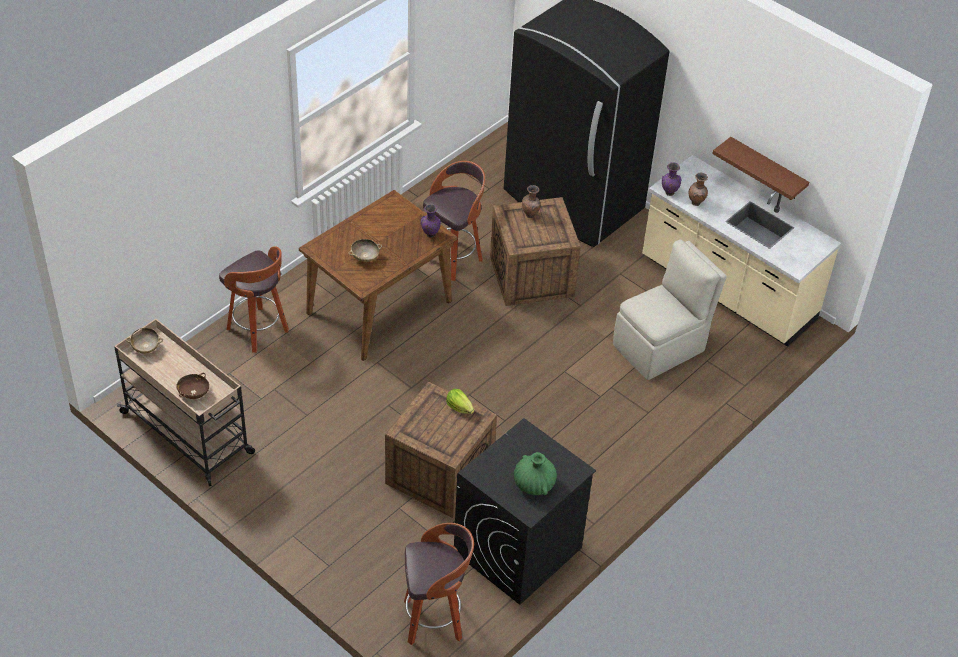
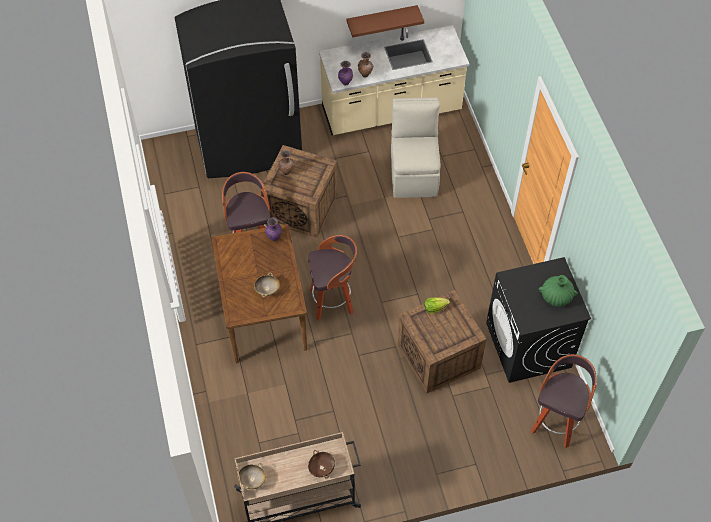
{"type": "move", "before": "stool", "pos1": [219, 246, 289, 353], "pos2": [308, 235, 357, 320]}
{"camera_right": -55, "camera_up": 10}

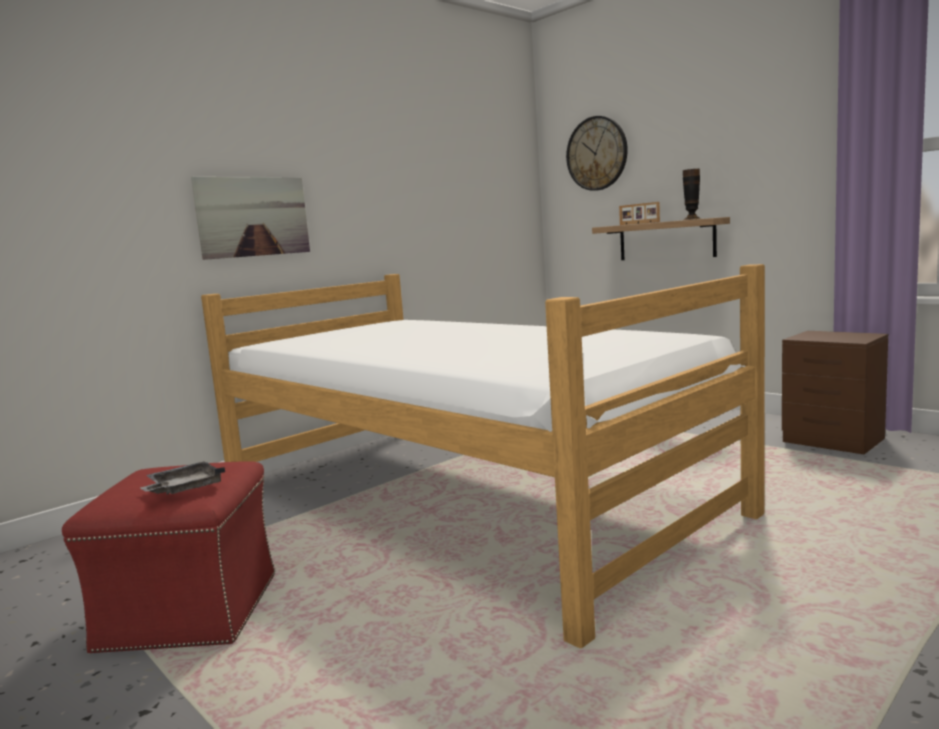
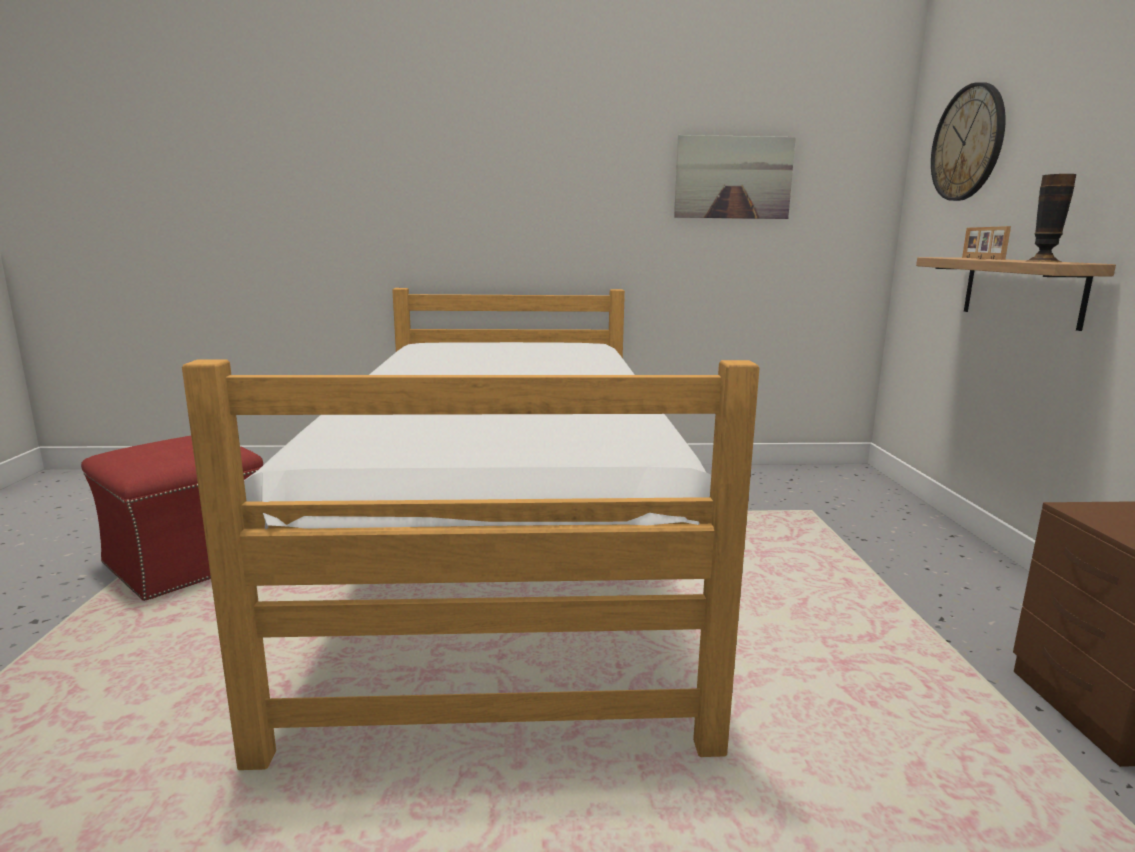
{"type": "delete", "before": "tray (grey)", "pos1": [140, 461, 225, 495]}
{"type": "move", "before": "picture", "pos1": [191, 177, 310, 260], "pos2": [674, 135, 796, 219]}
{"camera_right": 40, "camera_up": 5}

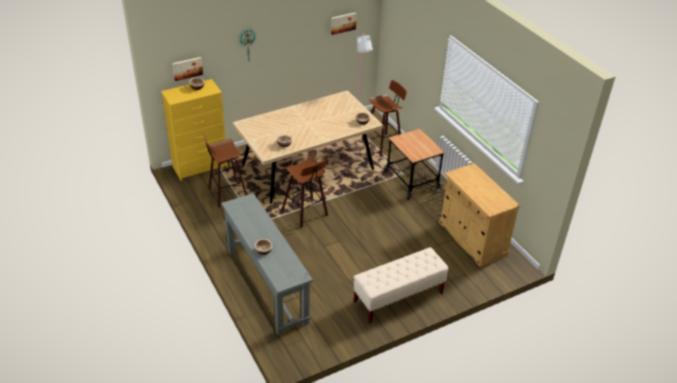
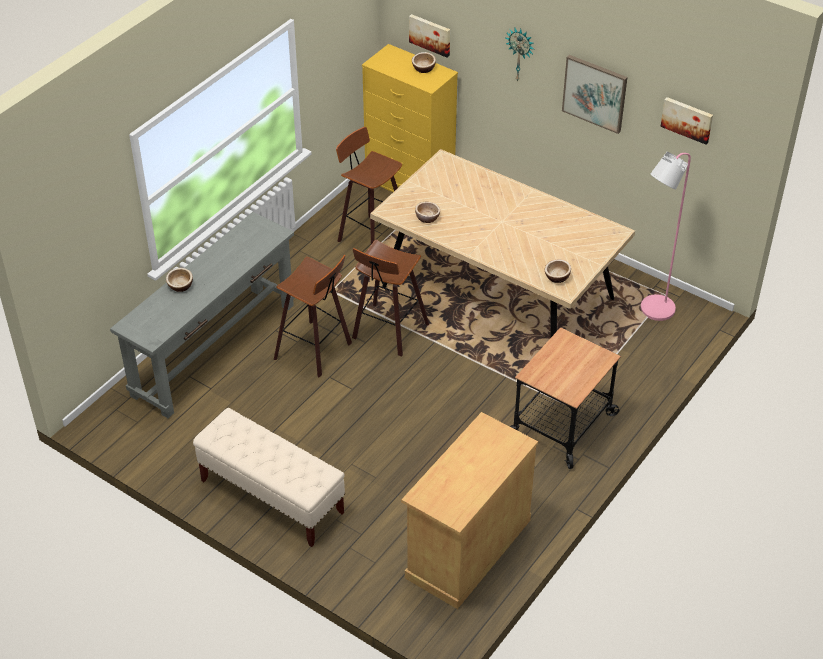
{"type": "move", "before": "stool", "pos1": [362, 80, 407, 157], "pos2": [274, 255, 352, 378]}
{"type": "insert", "after": "picture", "pos2": [562, 55, 628, 134]}
{"camera_right": 65, "camera_up": 5}

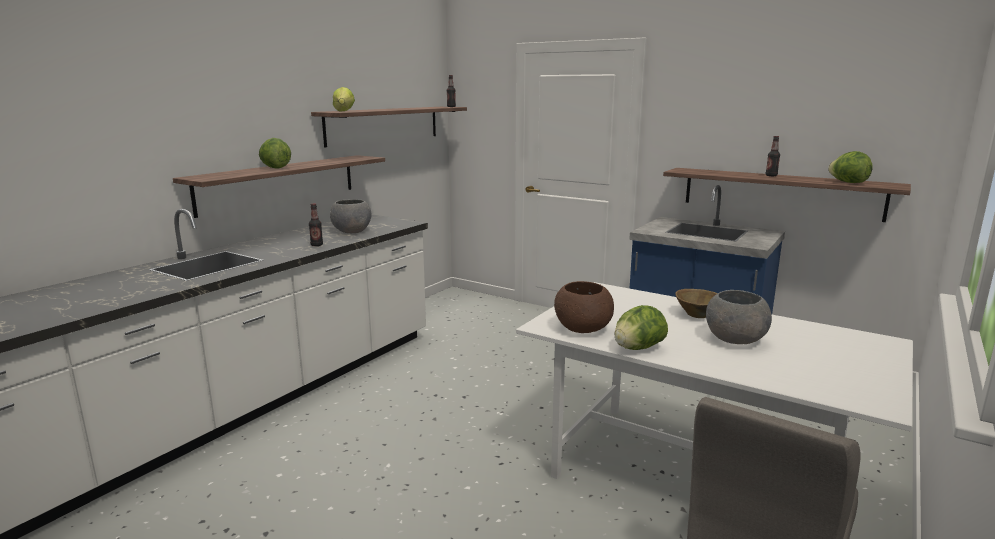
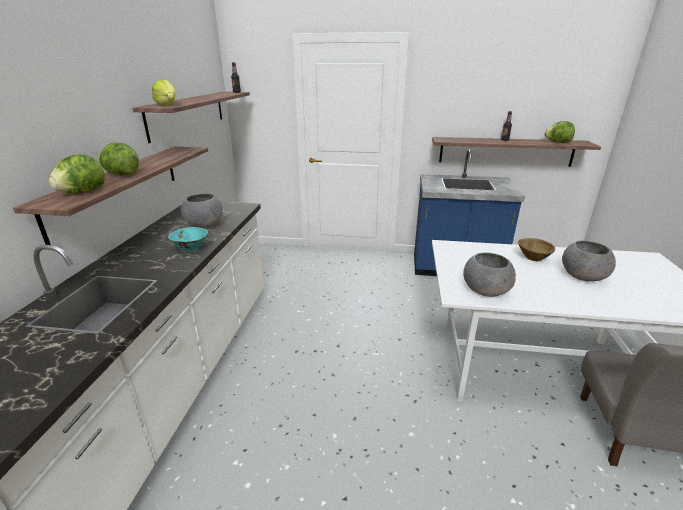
{"type": "replace", "before": "bottle", "after": "bowl (turquoise)", "pos1": [309, 204, 323, 246], "pos2": [168, 227, 208, 252]}
{"type": "recolor", "before": "bowl (brown)", "after": "bowl (grey)", "pos1": [554, 281, 614, 333], "pos2": [463, 253, 516, 297]}
{"type": "move", "before": "lettuce", "pos1": [614, 305, 668, 350], "pos2": [49, 154, 105, 194]}
{"camera_right": -25, "camera_up": 10}

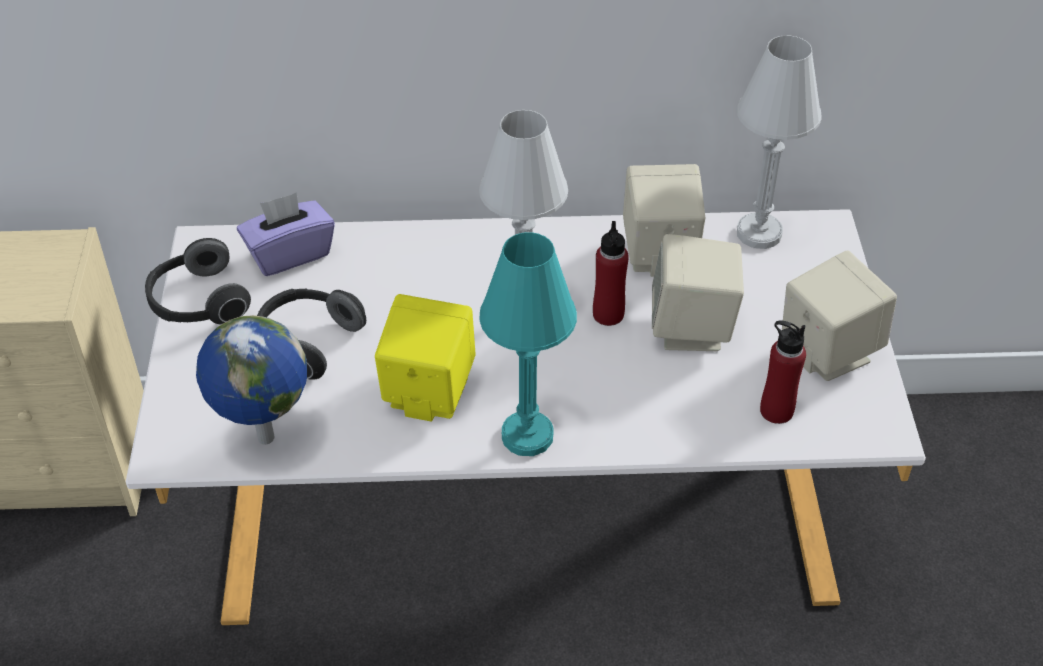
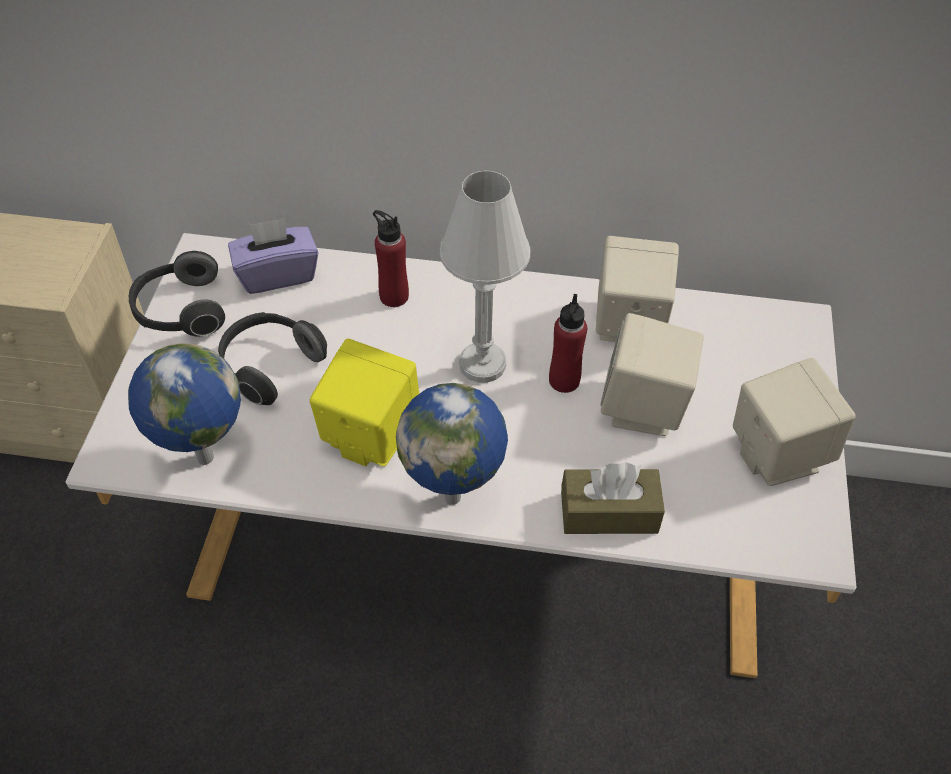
{"type": "replace", "before": "table lamp (turquoise)", "after": "globe", "pos1": [479, 232, 577, 456], "pos2": [396, 383, 508, 505]}
{"type": "delete", "before": "table lamp (white)", "pos1": [737, 35, 822, 249]}
{"type": "move", "before": "bottle (red)", "pos1": [760, 320, 806, 424], "pos2": [373, 210, 409, 307]}
{"type": "insert", "after": "tissue box (brown)", "pos2": [561, 462, 665, 534]}
{"camera_right": 10, "camera_up": 5}

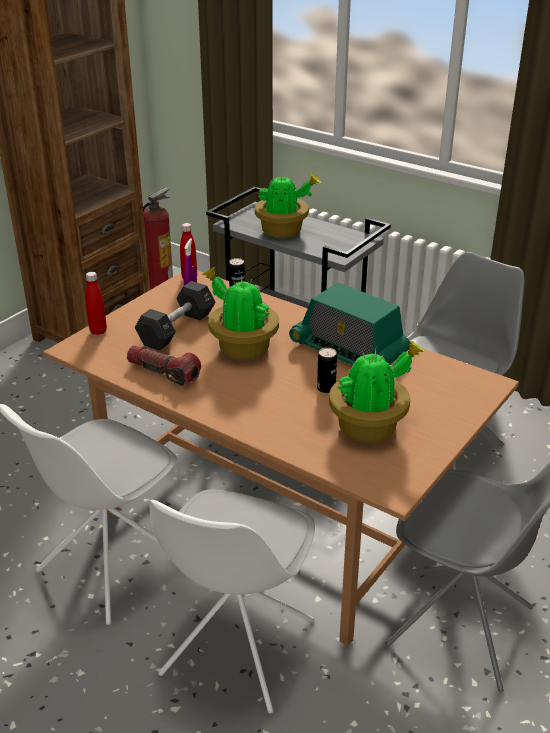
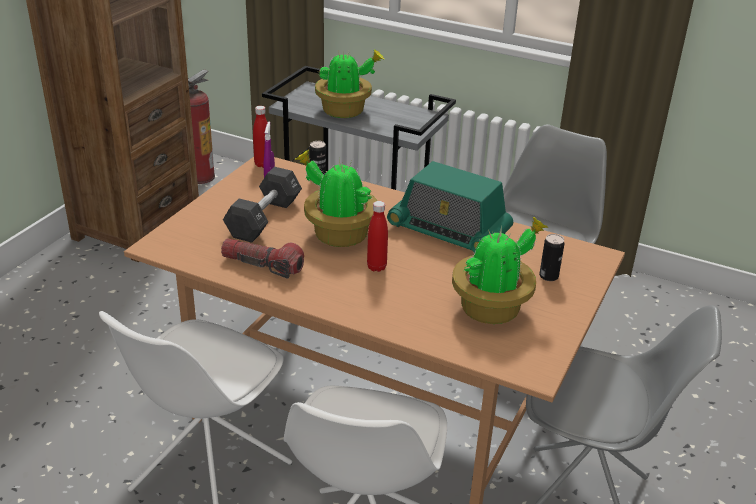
{"type": "move", "before": "bottle (red)", "pos1": [86, 272, 107, 335], "pos2": [367, 201, 388, 272]}
{"type": "move", "before": "can", "pos1": [317, 348, 337, 393], "pos2": [539, 234, 565, 281]}
{"camera_right": -10, "camera_up": 0}

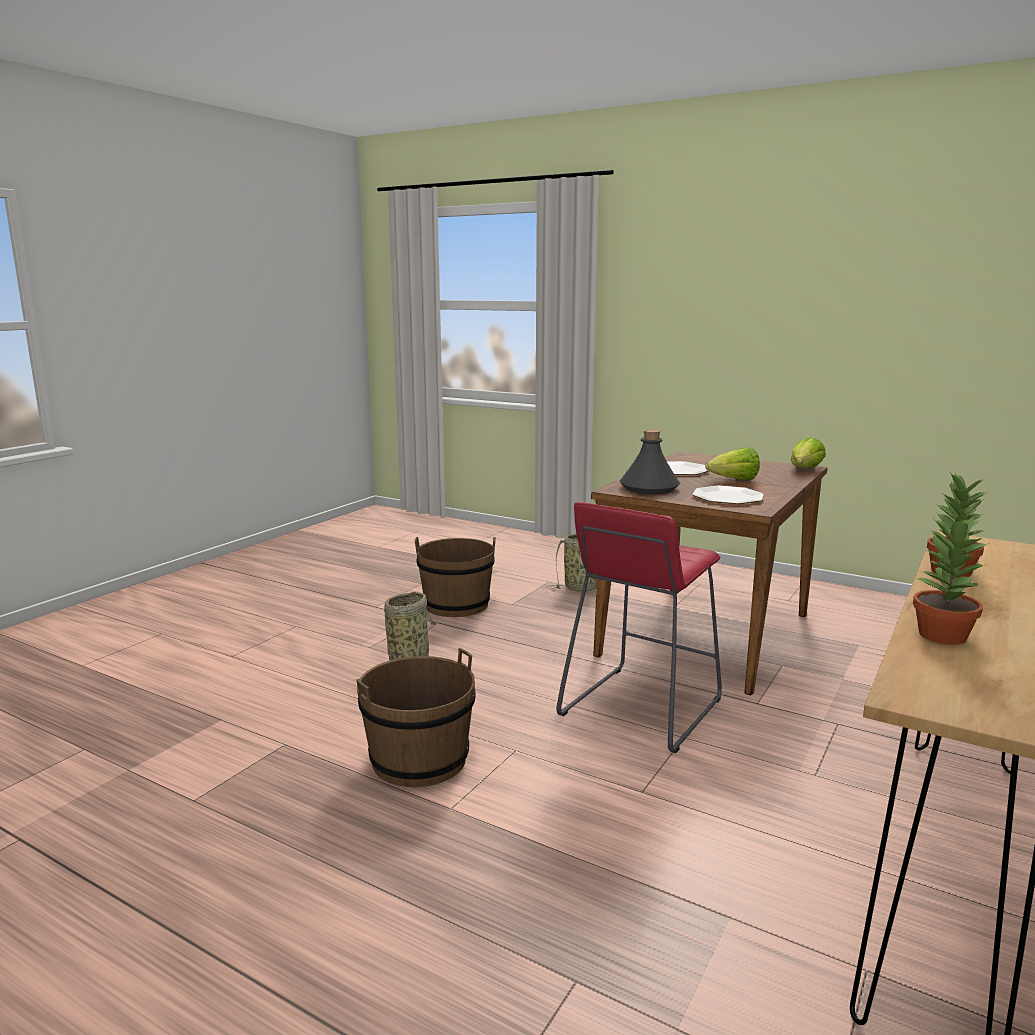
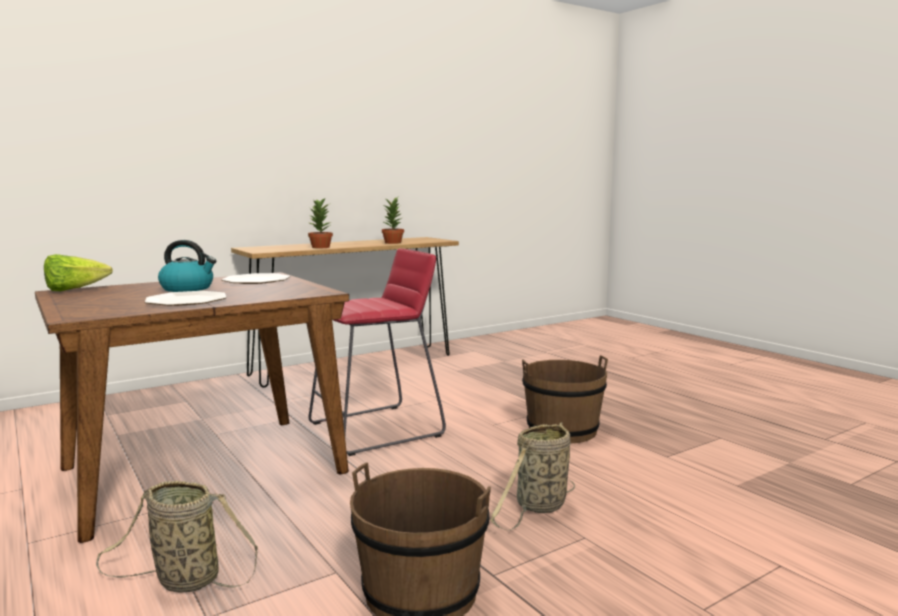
{"type": "delete", "before": "bottle (grey)", "pos1": [620, 429, 680, 494]}
{"type": "replace", "before": "lettuce", "after": "kettle", "pos1": [705, 447, 760, 480], "pos2": [158, 240, 216, 292]}
{"camera_right": -155, "camera_up": -5}

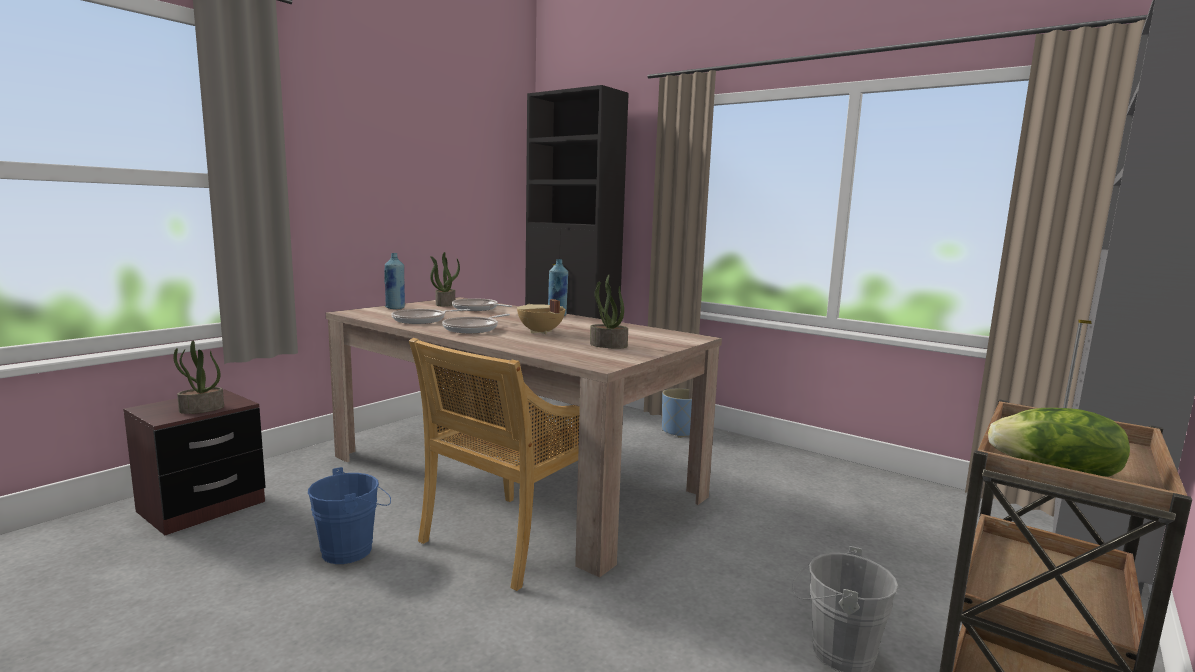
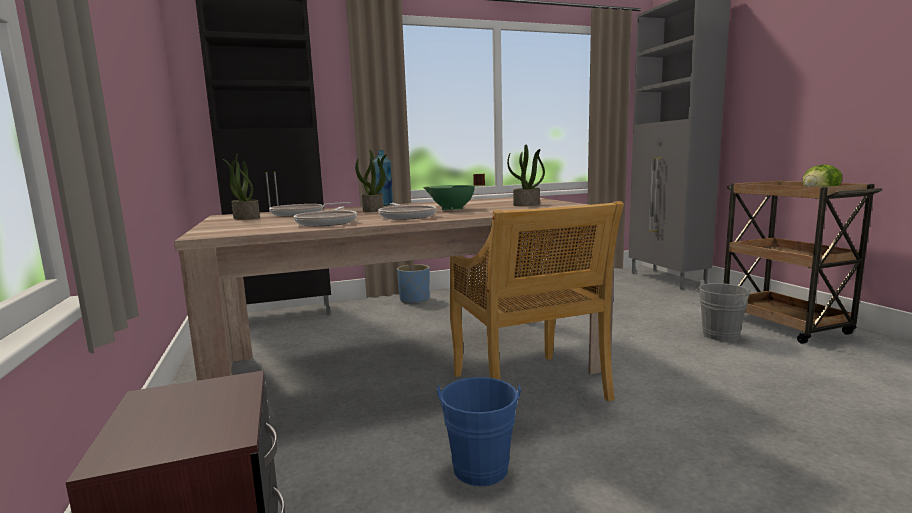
{"type": "move", "before": "potted plant", "pos1": [173, 340, 224, 414], "pos2": [355, 150, 387, 212]}
{"type": "delete", "before": "bottle (blue)", "pos1": [384, 253, 405, 309]}
{"type": "recolor", "before": "cooking pot (beige)", "after": "cooking pot (green)", "pos1": [517, 299, 565, 334], "pos2": [423, 174, 485, 211]}
{"camera_right": -55, "camera_up": 0}

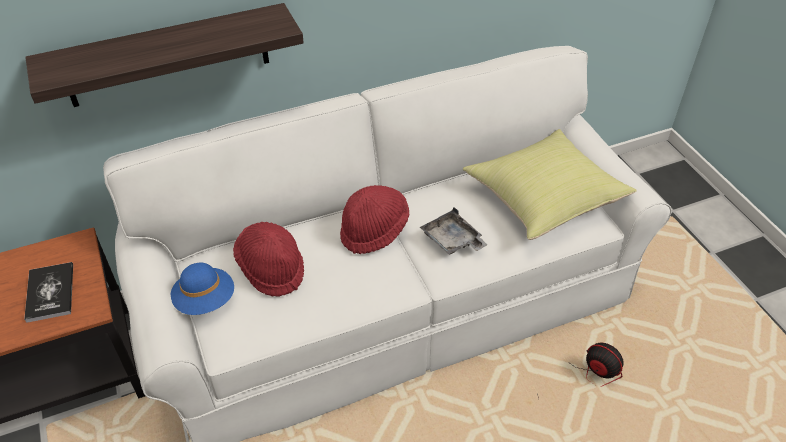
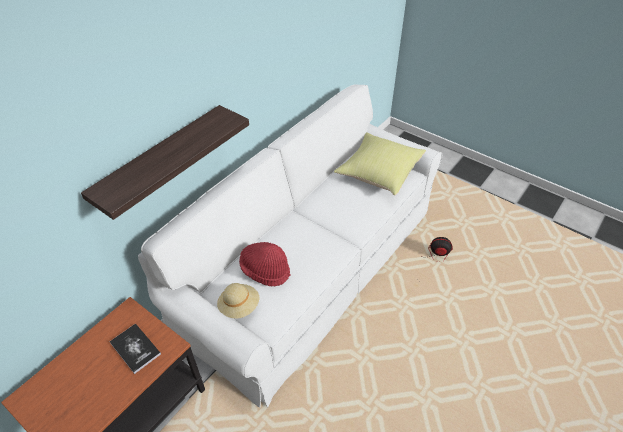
{"type": "recolor", "before": "hat (blue)", "after": "hat (beige)", "pos1": [170, 263, 234, 315], "pos2": [217, 283, 260, 318]}
{"type": "delete", "before": "hat (red)", "pos1": [340, 185, 409, 254]}
{"type": "delete", "before": "tray (grey)", "pos1": [420, 207, 487, 254]}
{"camera_right": -30, "camera_up": 0}

